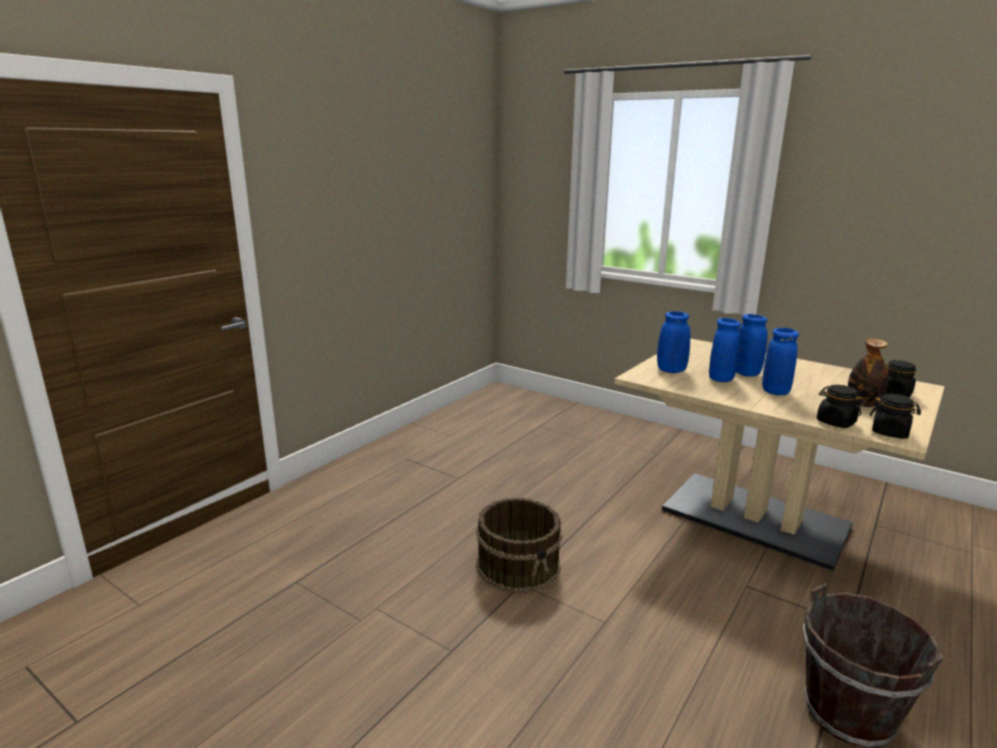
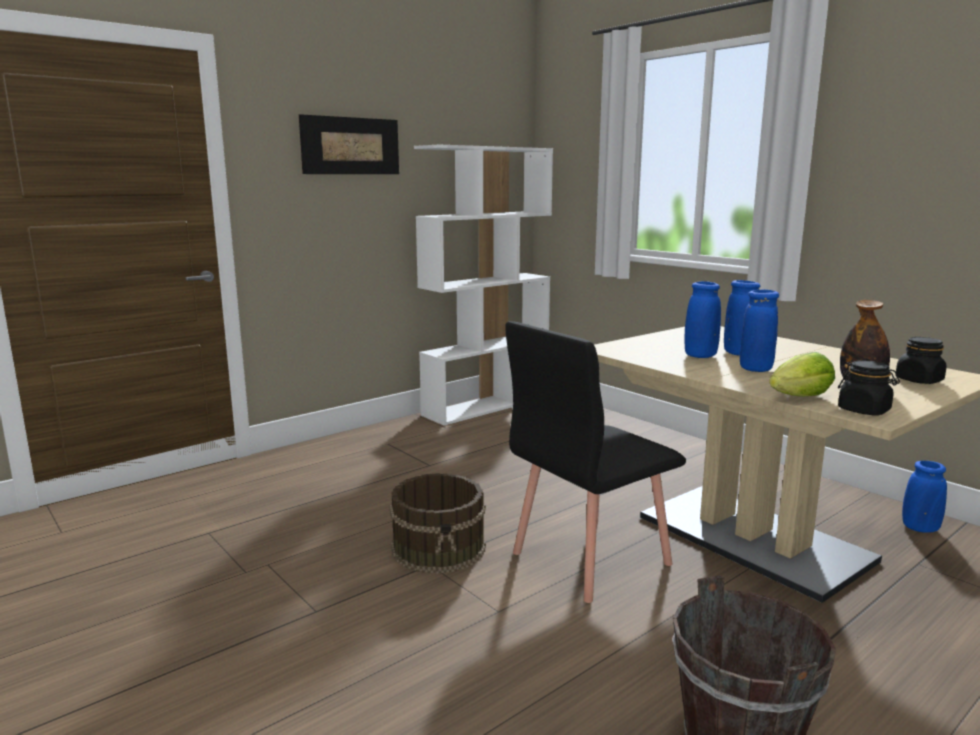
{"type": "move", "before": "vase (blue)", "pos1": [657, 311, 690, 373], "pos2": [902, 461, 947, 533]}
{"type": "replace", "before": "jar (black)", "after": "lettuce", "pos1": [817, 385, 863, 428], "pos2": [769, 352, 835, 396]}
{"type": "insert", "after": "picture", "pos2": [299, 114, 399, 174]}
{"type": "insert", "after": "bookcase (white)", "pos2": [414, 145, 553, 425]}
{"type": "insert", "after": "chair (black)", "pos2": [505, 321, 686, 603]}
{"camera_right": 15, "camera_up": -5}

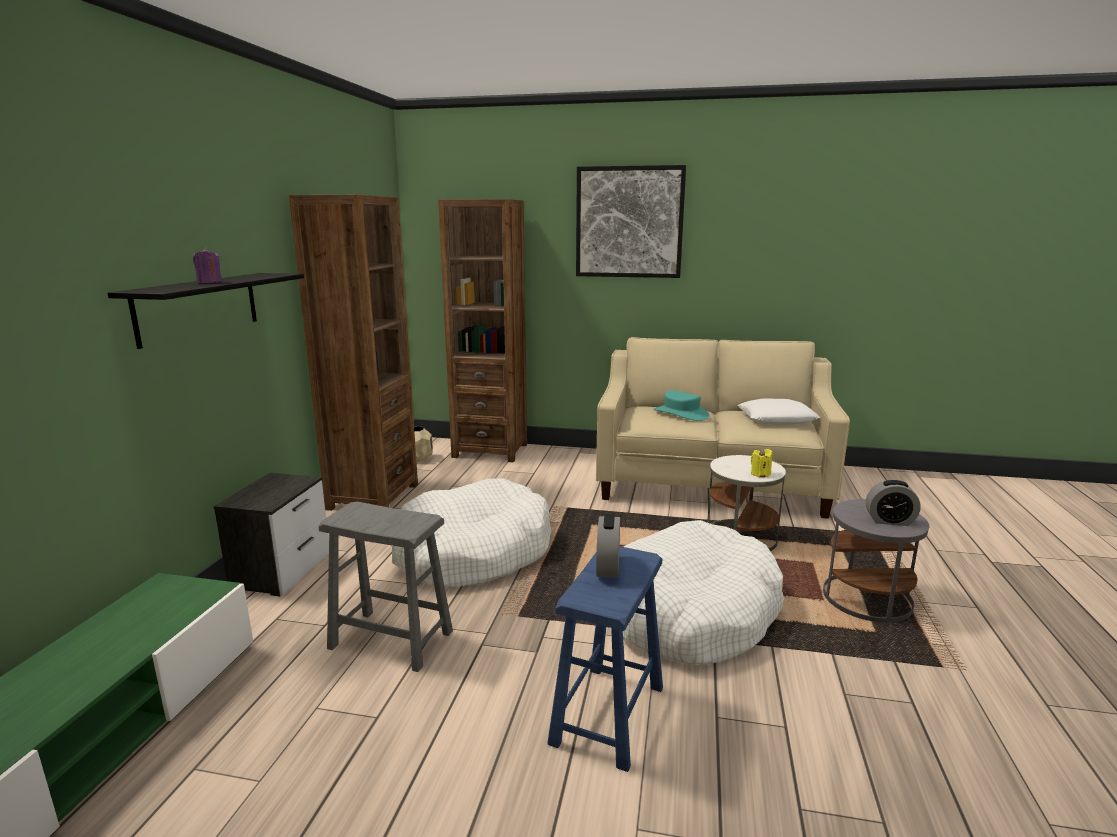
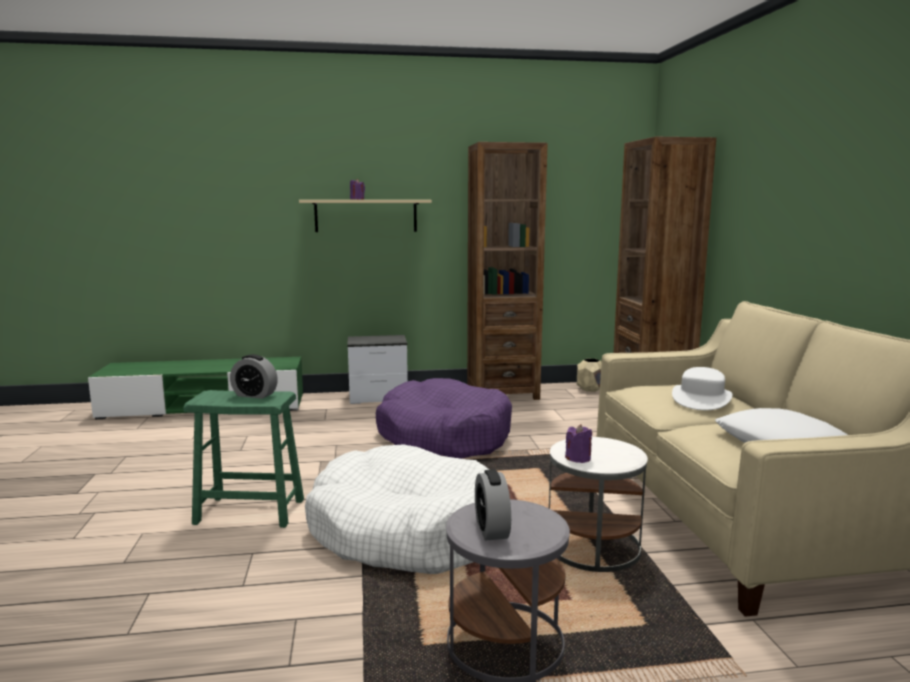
{"type": "recolor", "before": "shelf (black)", "after": "shelf (beige)", "pos1": [107, 273, 304, 349], "pos2": [299, 200, 432, 232]}
{"type": "delete", "before": "stool (grey)", "pos1": [319, 502, 453, 672]}
{"type": "recolor", "before": "dog bed (white)", "after": "dog bed (purple)", "pos1": [392, 478, 551, 588], "pos2": [376, 378, 512, 459]}
{"type": "recolor", "before": "stool (blue)", "after": "stool (green)", "pos1": [547, 546, 663, 772], "pos2": [183, 390, 304, 528]}
{"type": "delete", "before": "picture", "pos1": [576, 165, 686, 278]}
{"type": "rotate", "before": "alarm clock", "pos1": [596, 514, 620, 578], "pos2": [230, 354, 278, 399], "turn": -150}
{"type": "recolor", "before": "hat (turquoise)", "after": "hat (white)", "pos1": [654, 390, 709, 421], "pos2": [672, 367, 732, 410]}
{"type": "recolor", "before": "candle (yellow)", "after": "candle (purple)", "pos1": [751, 448, 772, 477], "pos2": [565, 424, 592, 463]}
{"camera_right": 70, "camera_up": -5}

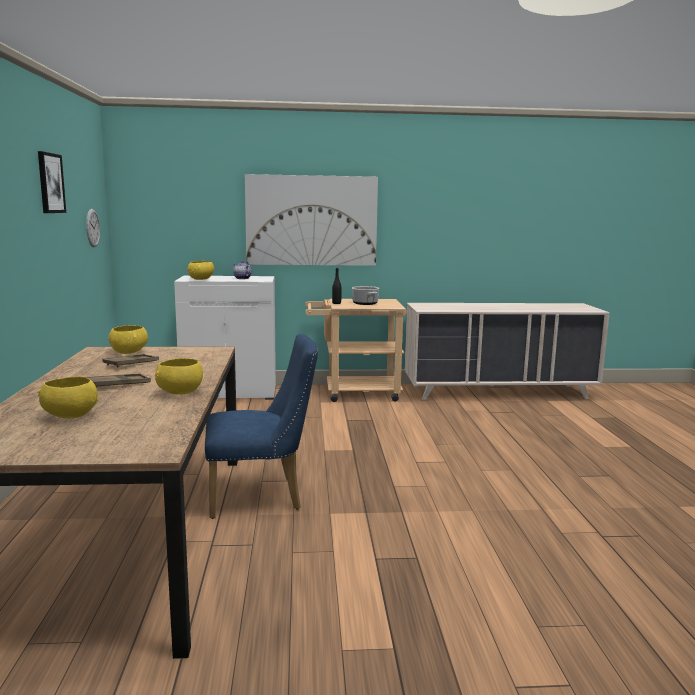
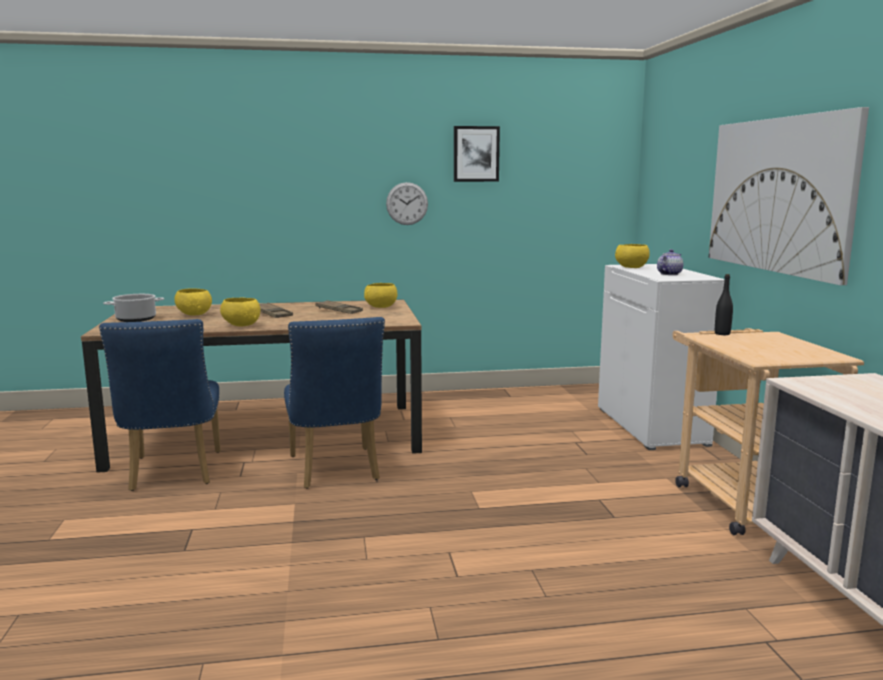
{"type": "move", "before": "wall clock", "pos1": [86, 209, 100, 247], "pos2": [386, 182, 428, 225]}
{"type": "move", "before": "cooking pot", "pos1": [352, 286, 379, 305], "pos2": [103, 294, 164, 322]}
{"type": "insert", "after": "chair (blue)", "pos2": [99, 319, 221, 491]}
{"camera_right": 85, "camera_up": 0}

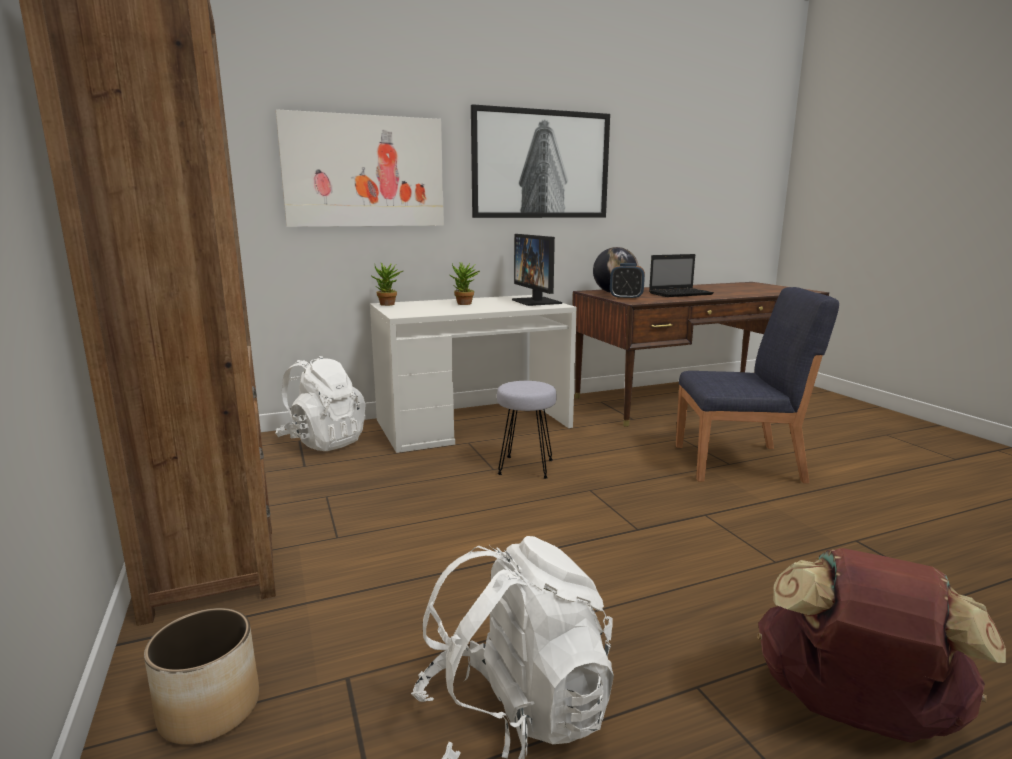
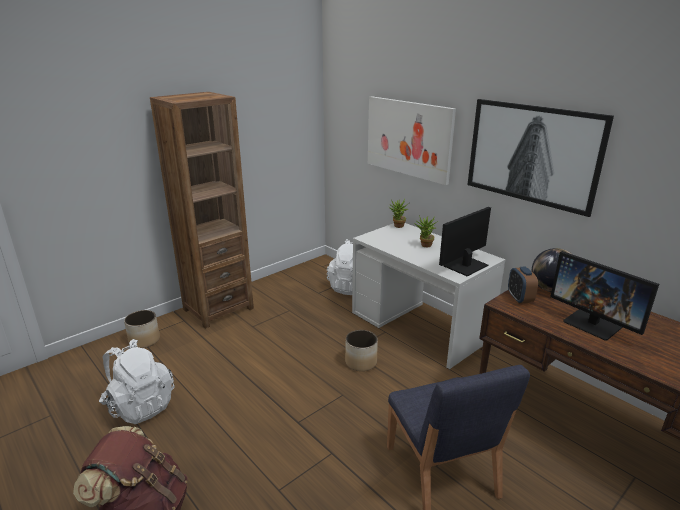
{"type": "replace", "before": "stool (grey)", "after": "planter", "pos1": [497, 381, 557, 479], "pos2": [345, 330, 378, 371]}
{"type": "replace", "before": "laptop", "after": "monitor", "pos1": [649, 254, 714, 297], "pos2": [550, 251, 659, 341]}
{"camera_right": 70, "camera_up": 10}

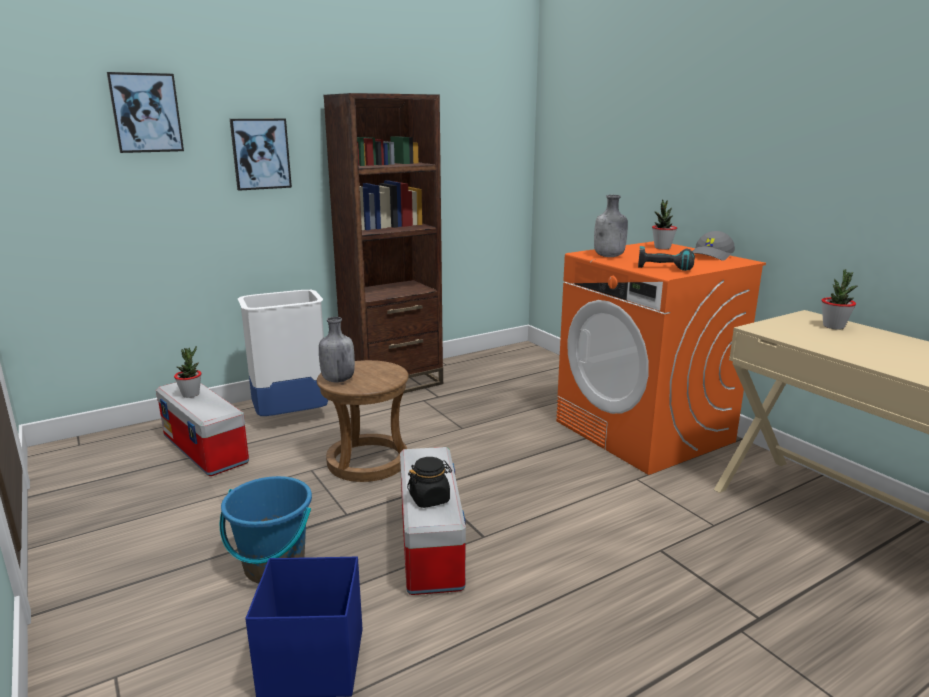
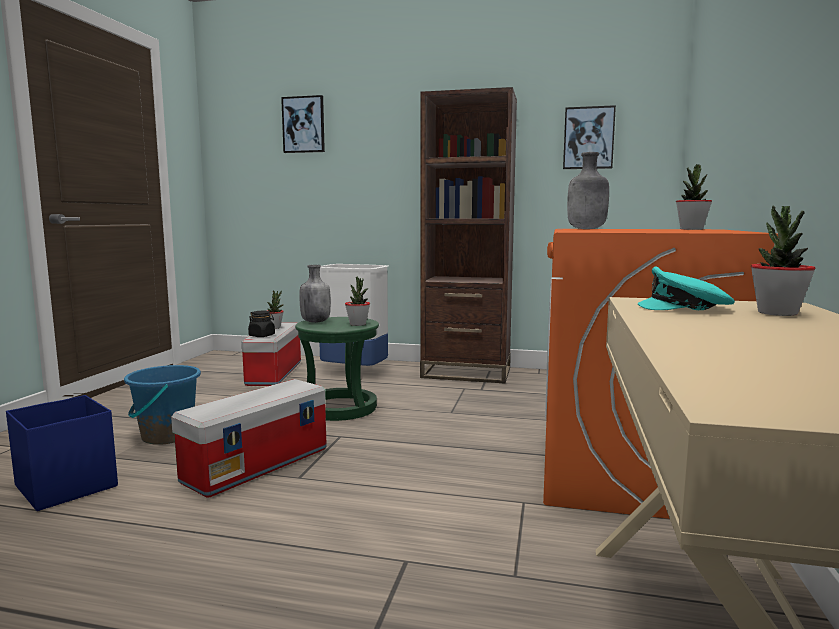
{"type": "move", "before": "picture", "pos1": [230, 119, 292, 191], "pos2": [563, 105, 616, 169]}
{"type": "recolor", "before": "stool (brown)", "after": "stool (green)", "pos1": [317, 360, 409, 482], "pos2": [295, 317, 379, 421]}
{"type": "move", "before": "jar (black)", "pos1": [407, 457, 452, 508], "pos2": [248, 311, 275, 337]}
{"type": "delete", "before": "power drill", "pos1": [638, 246, 695, 271]}
{"type": "delete", "before": "cap (grey)", "pos1": [692, 231, 735, 261]}
{"type": "insert", "after": "potted plant", "pos2": [345, 276, 370, 326]}
{"type": "insert", "after": "cap (turquoise)", "pos2": [638, 266, 735, 310]}
{"camera_right": 45, "camera_up": -10}

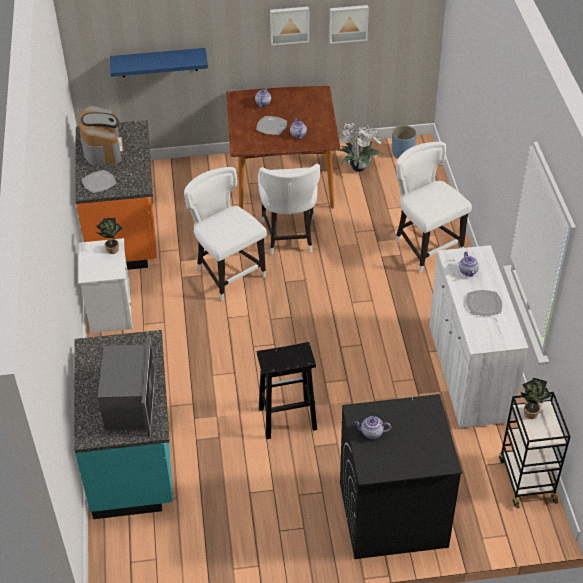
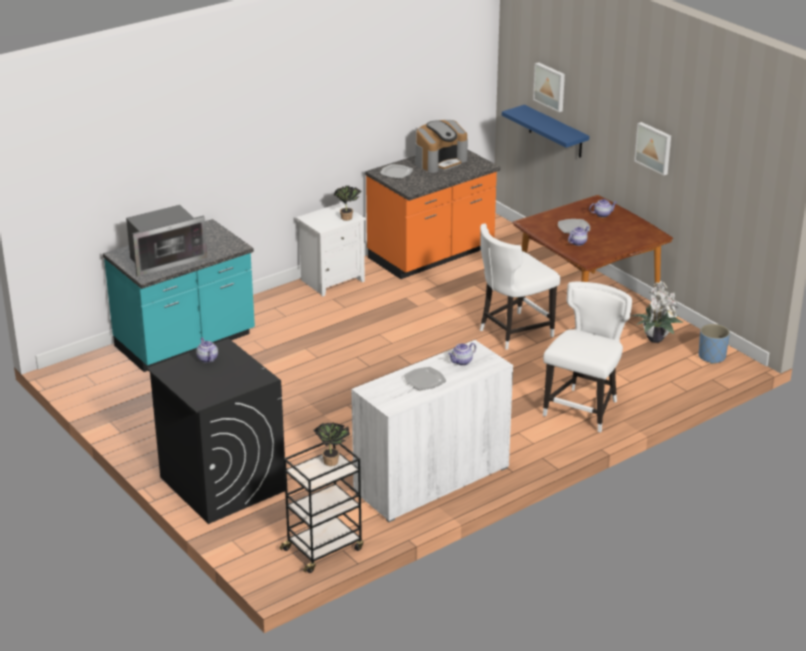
{"type": "delete", "before": "chair (white)", "pos1": [184, 167, 267, 301]}
{"type": "delete", "before": "stool (black)", "pos1": [257, 342, 317, 439]}
{"type": "move", "before": "picture", "pos1": [329, 5, 369, 44], "pos2": [533, 62, 565, 112]}
{"camera_right": 60, "camera_up": -15}

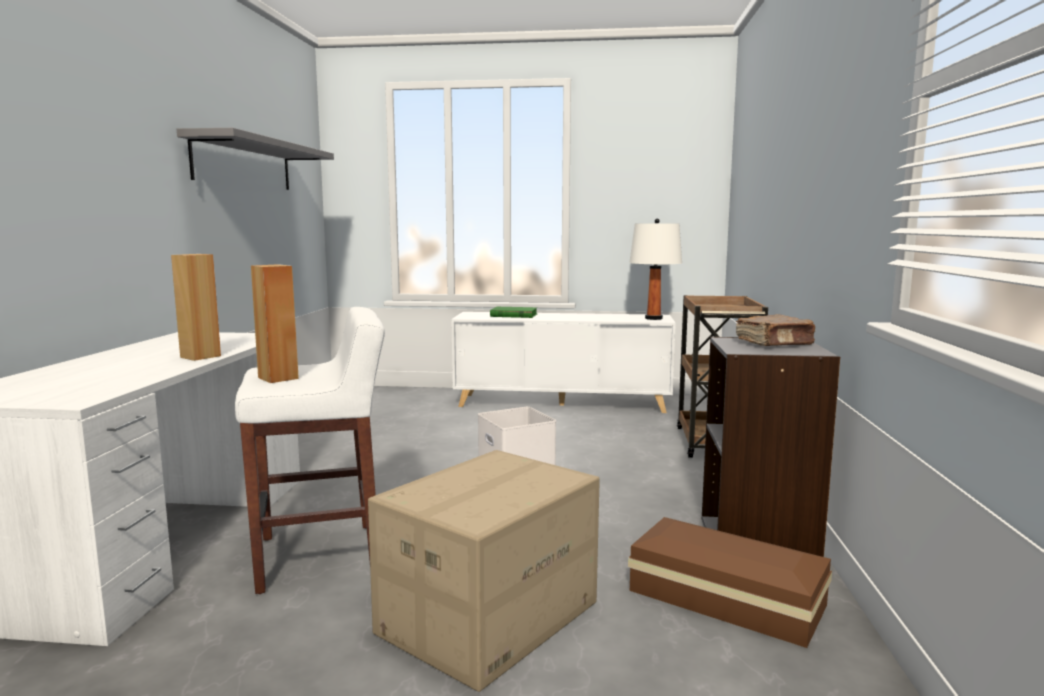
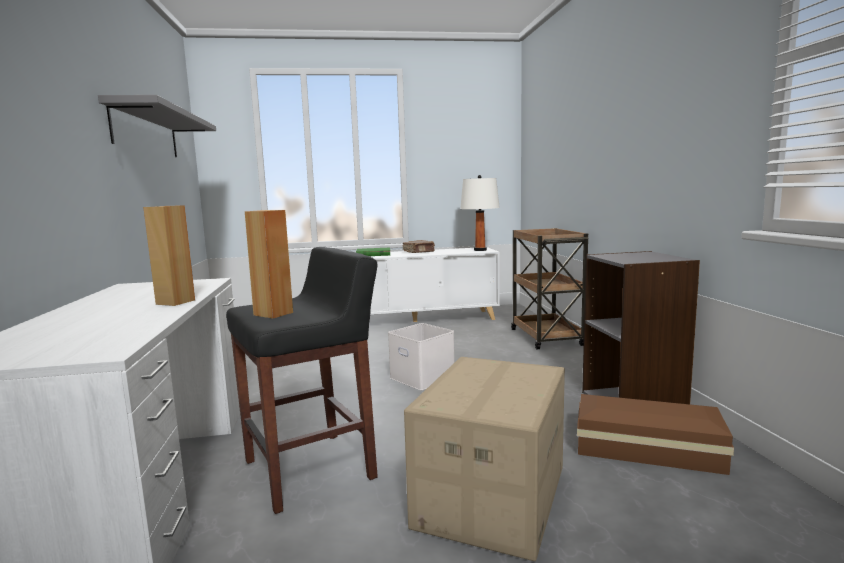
{"type": "recolor", "before": "stool (white)", "after": "stool (black)", "pos1": [235, 307, 385, 594], "pos2": [226, 247, 378, 514]}
{"type": "move", "before": "book (brown)", "pos1": [736, 314, 815, 346], "pos2": [403, 240, 435, 253]}
{"camera_right": -15, "camera_up": 0}

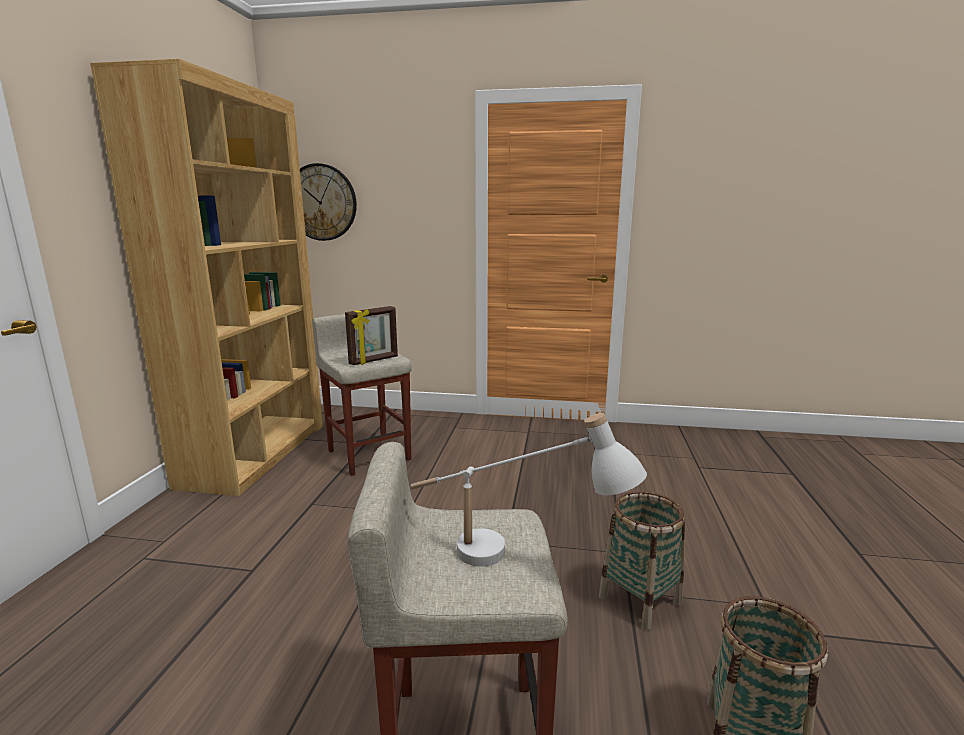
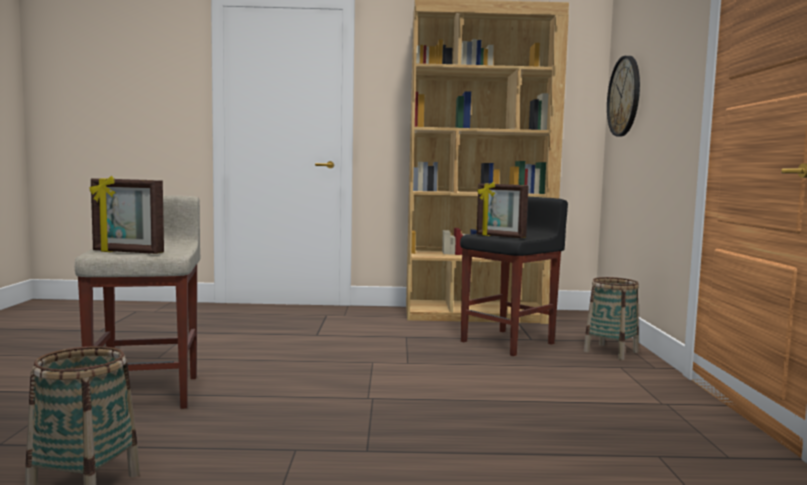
{"type": "recolor", "before": "stool (beige)", "after": "stool (black)", "pos1": [312, 314, 412, 476], "pos2": [460, 197, 568, 356]}
{"type": "replace", "before": "table lamp (white)", "after": "picture frame", "pos1": [410, 413, 647, 567], "pos2": [89, 176, 164, 254]}
{"type": "move", "before": "basket", "pos1": [599, 491, 685, 630], "pos2": [584, 277, 639, 360]}
{"camera_right": 80, "camera_up": -10}

